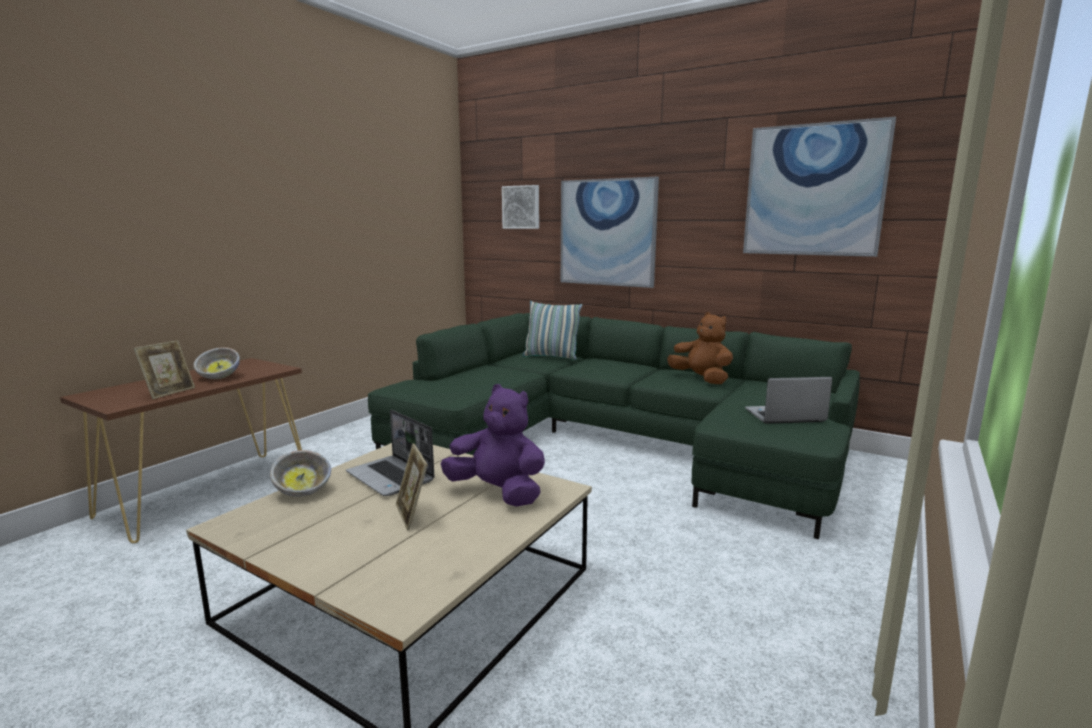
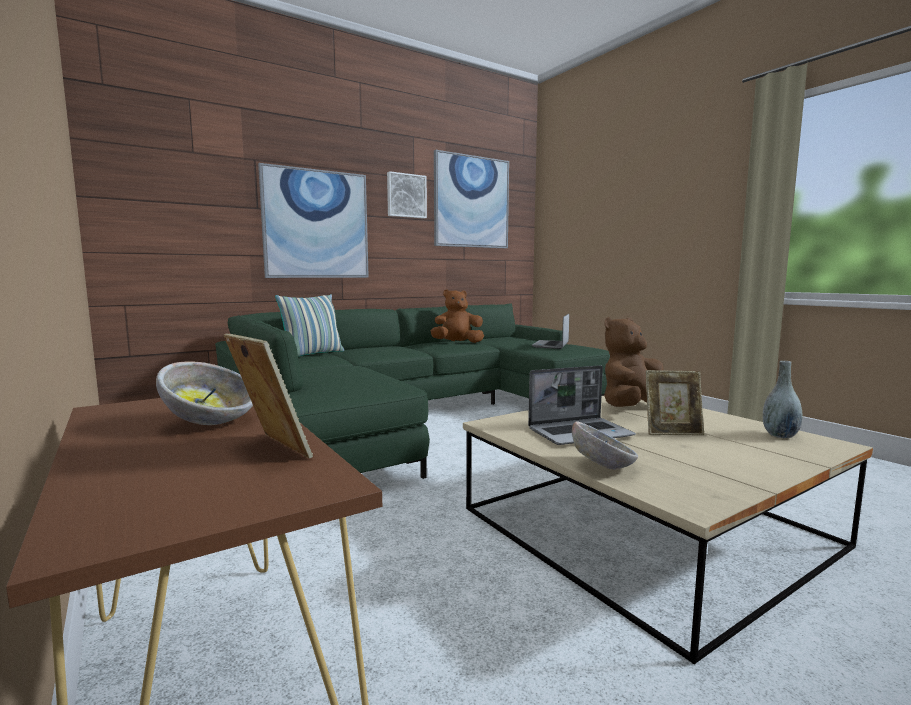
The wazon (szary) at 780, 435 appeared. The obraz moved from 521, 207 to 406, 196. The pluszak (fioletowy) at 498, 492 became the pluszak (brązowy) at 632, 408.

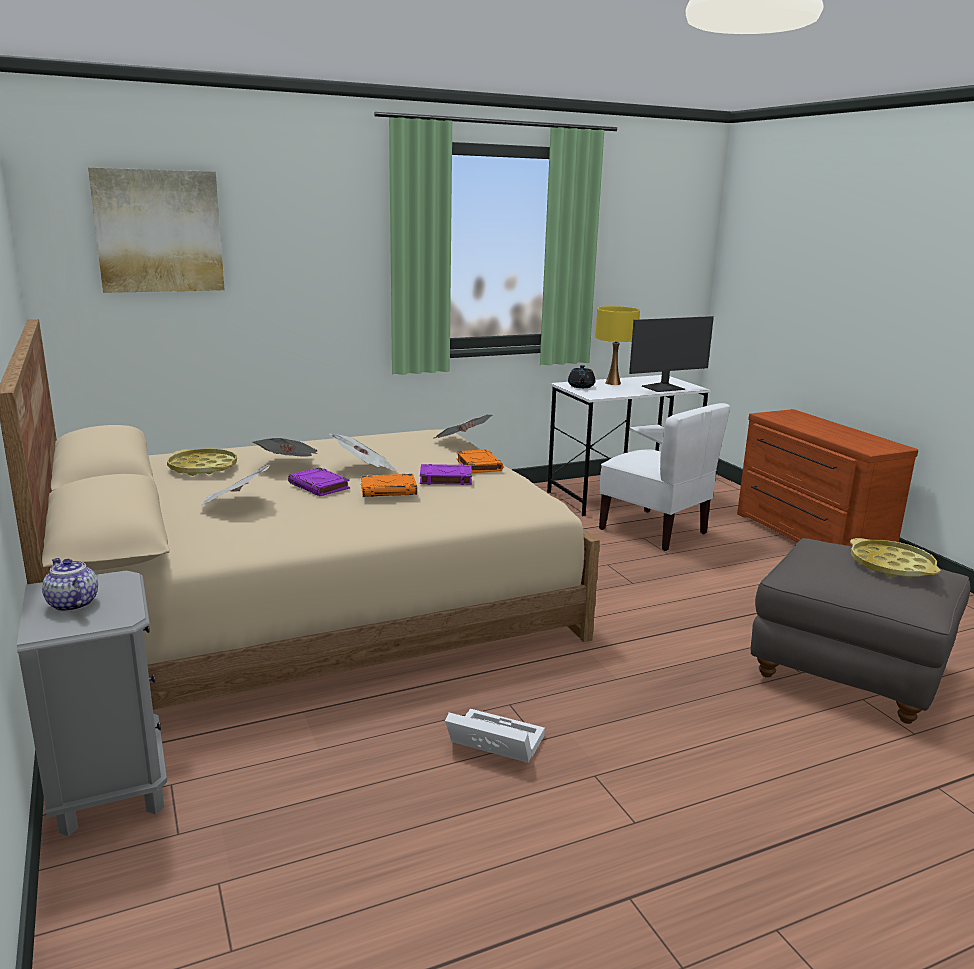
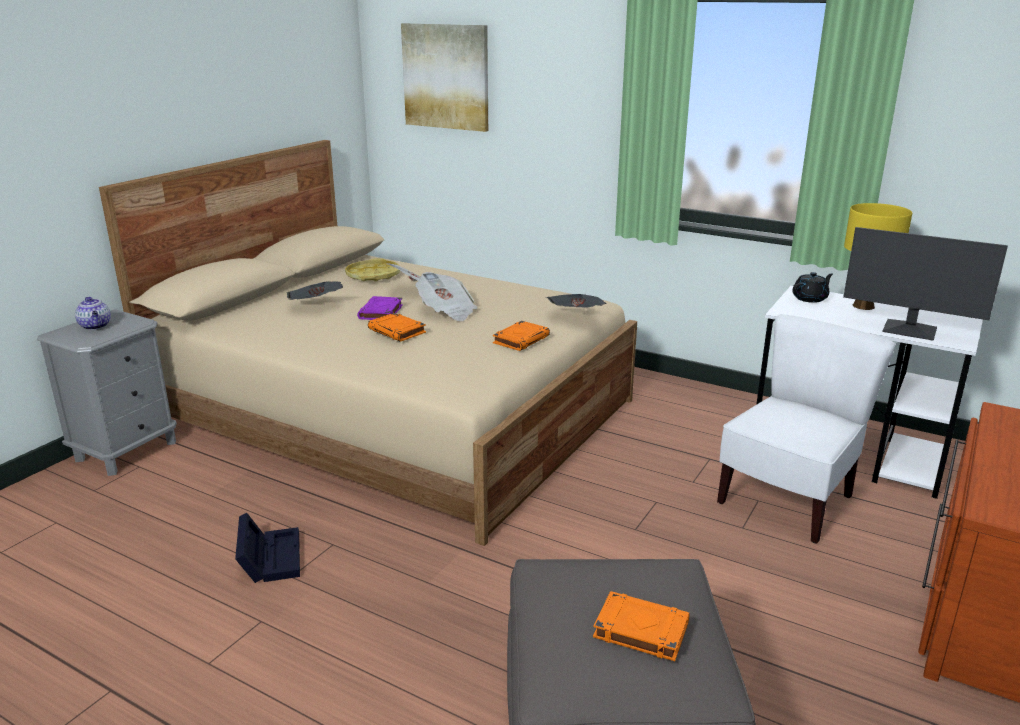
The książka (fioletowy) at 445, 479 disappeared. The taca (żółty) at 891, 566 was replaced by the książka (pomarańczowy) at 639, 630. The pojemnik do przechowywania (biały) at 492, 743 became the pojemnik do przechowywania (czarny) at 270, 557. The imbryk at 72, 604 turned 135 degrees clockwise. The krzesło (biały) at 654, 531 turned 150 degrees counterclockwise.

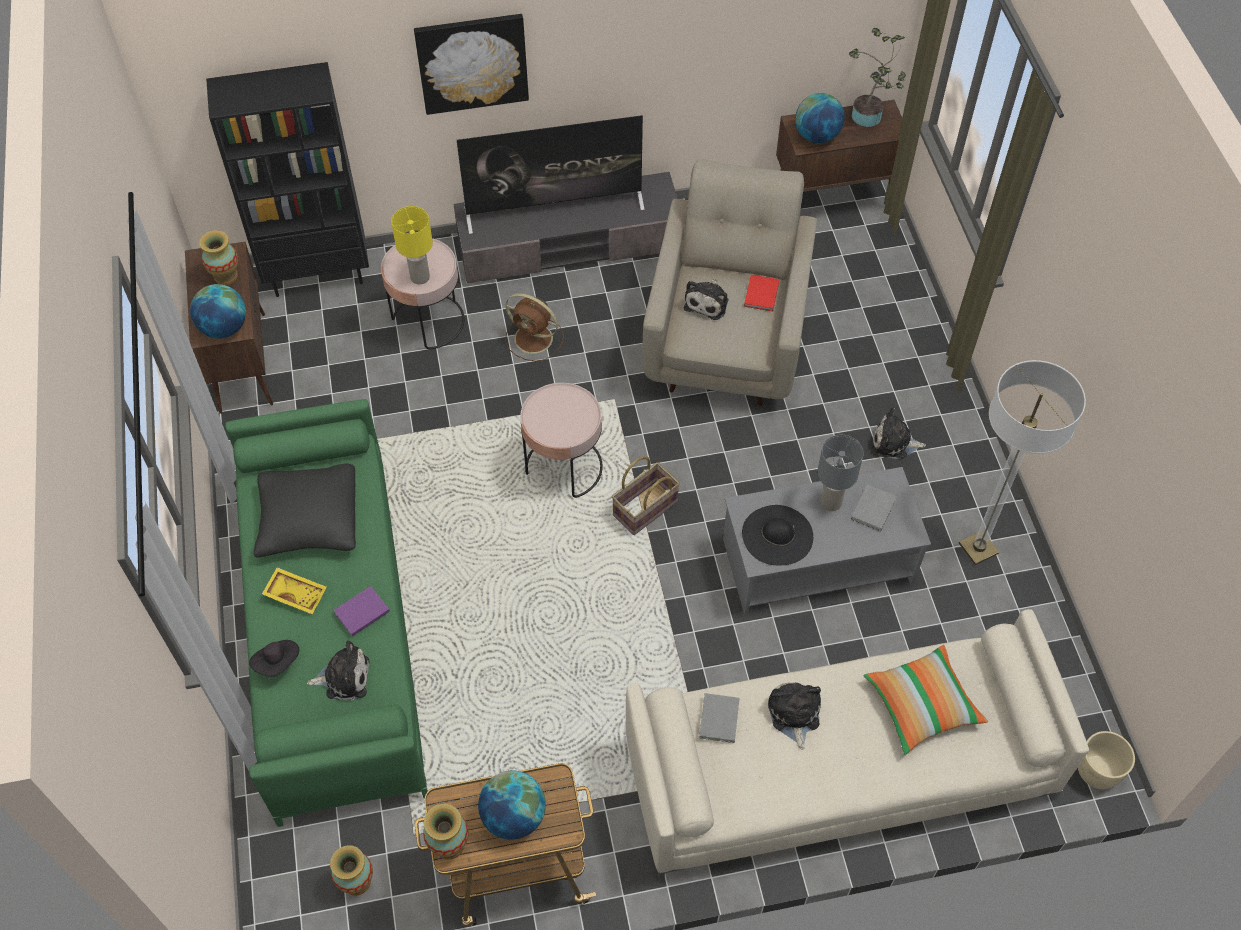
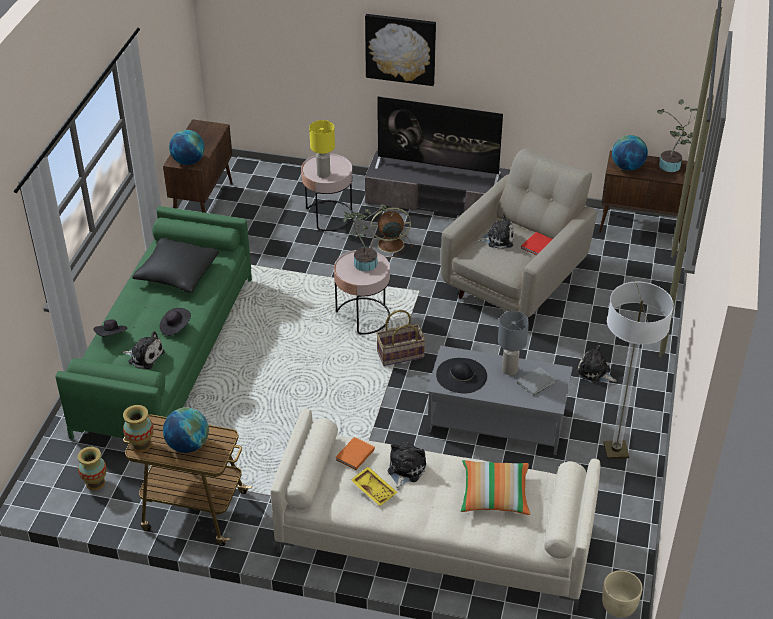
The wazon at 226, 276 disappeared. The regał (czarny) at 318, 273 disappeared. The roślina doniczkowa at 363, 262 appeared. The taca (żółty) moved from 296, 593 to 374, 489. The książka (fioletowy) at 360, 612 was replaced by the kapelusz (czarny) at 175, 327. The książka (szary) at 718, 720 became the książka (pomarańczowy) at 354, 455. The wentylator (brązowy) at 535, 339 turned 120 degrees clockwise. The pluszak at 707, 302 turned 135 degrees counterclockwise.

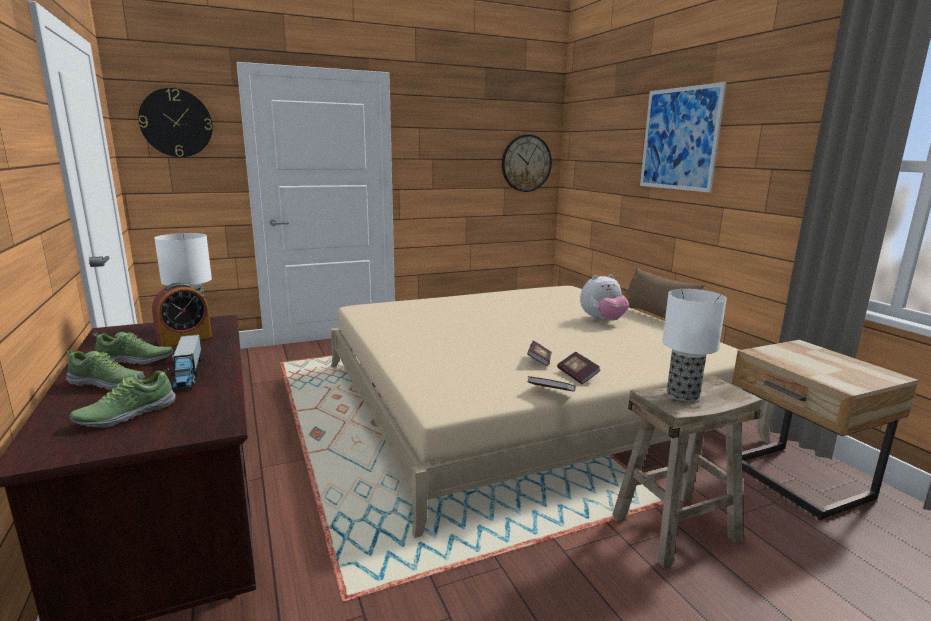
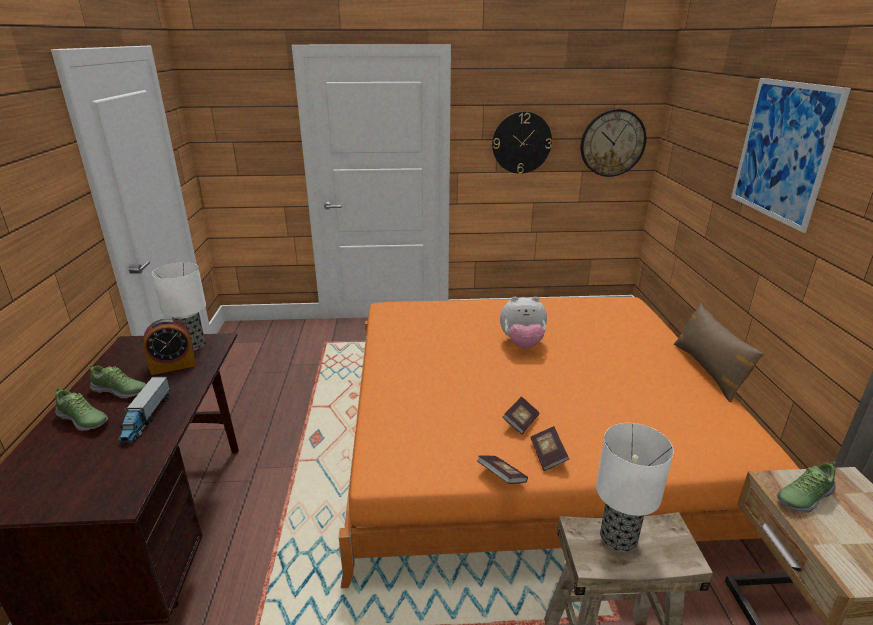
The but moved from 126, 414 to 803, 496. The zegar ścienny moved from 176, 123 to 521, 142. The pluszak moved from 602, 320 to 522, 344. The łóżko (beżowy) at 520, 399 became the łóżko (pomarańczowy) at 528, 433.

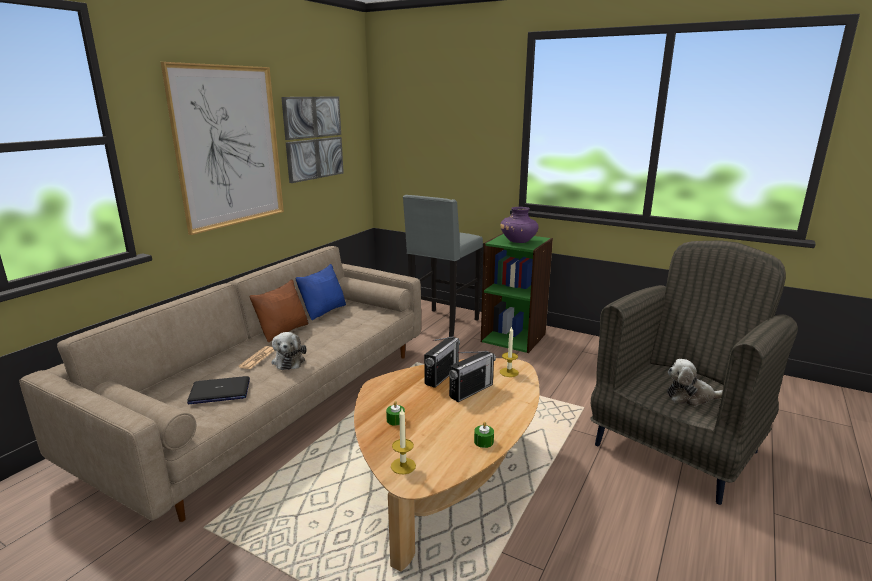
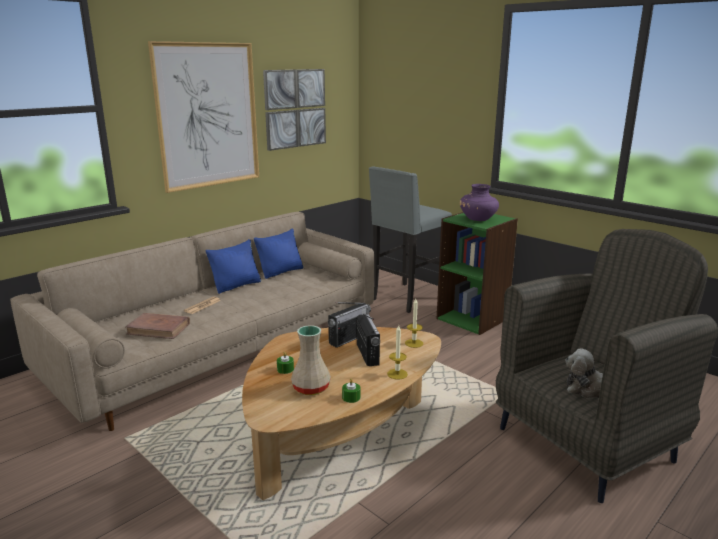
The pluszak at 289, 360 disappeared. The wazon (beżowy) at 312, 388 appeared. The świeca moved from 403, 466 to 397, 374. The laptop at 219, 392 was replaced by the książka (brązowy) at 159, 329. The poduszka (brązowy) at 283, 331 became the poduszka (niebieski) at 236, 285. The radio at 471, 391 turned 75 degrees counterclockwise.

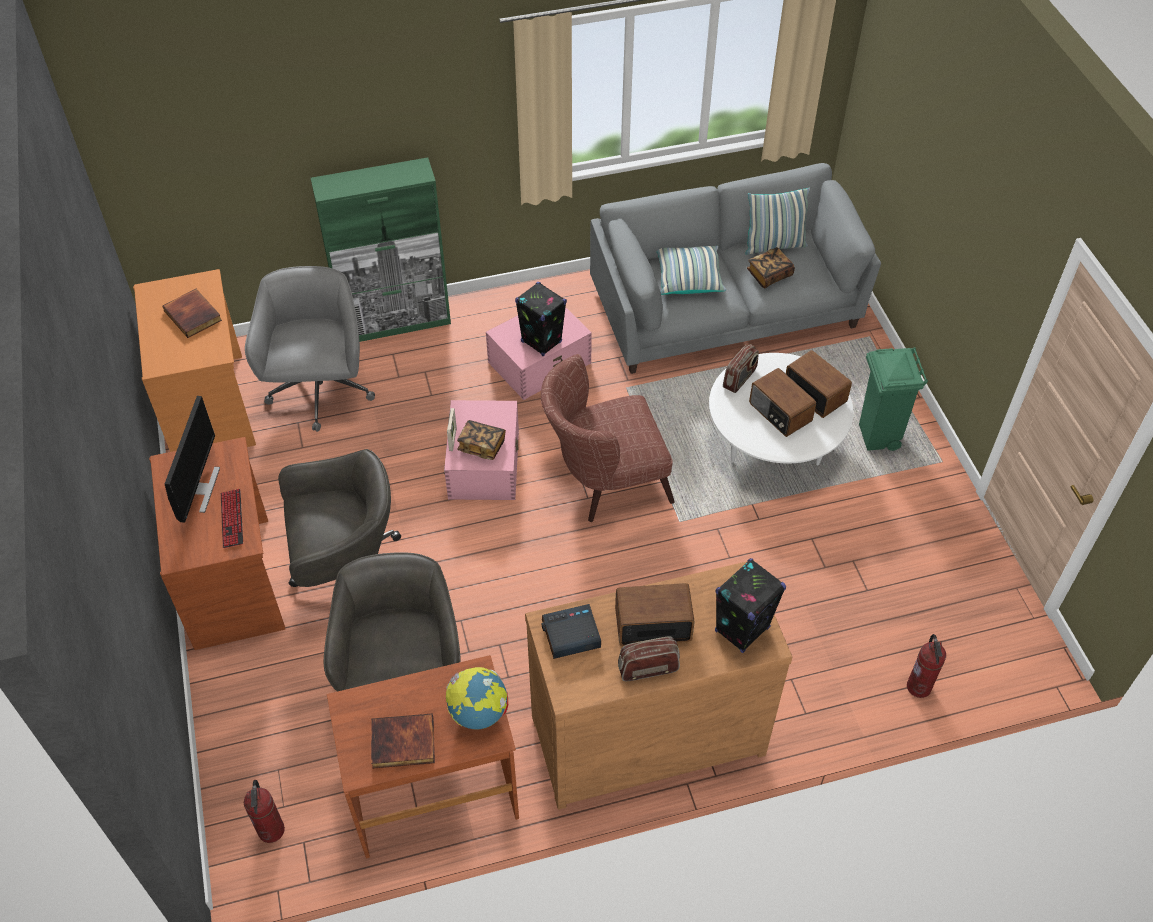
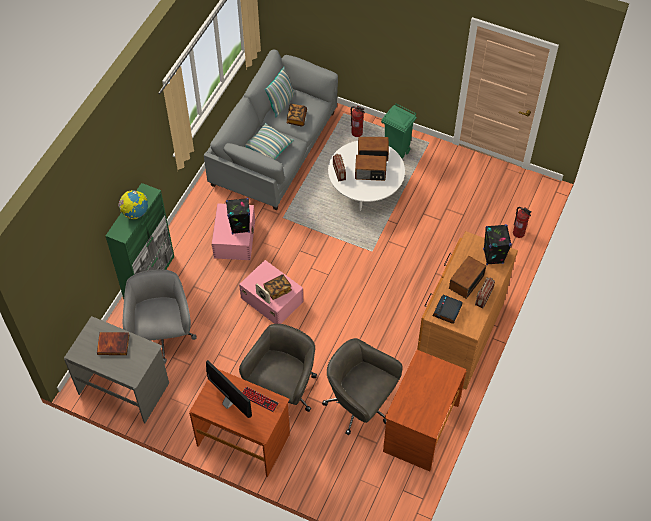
The książka at 402, 744 disappeared. The fotel (brązowy) at 603, 480 disappeared. The gaśnica moved from 272, 830 to 357, 132. The globus moved from 479, 712 to 135, 213. The biurko (pomarańczowy) at 210, 407 became the biurko (szary) at 124, 387. The krzesło biurowe (szary) at 320, 392 turned 45 degrees clockwise.

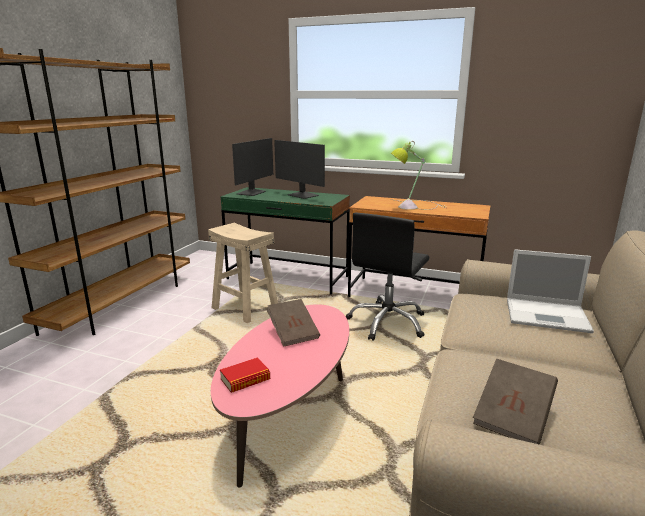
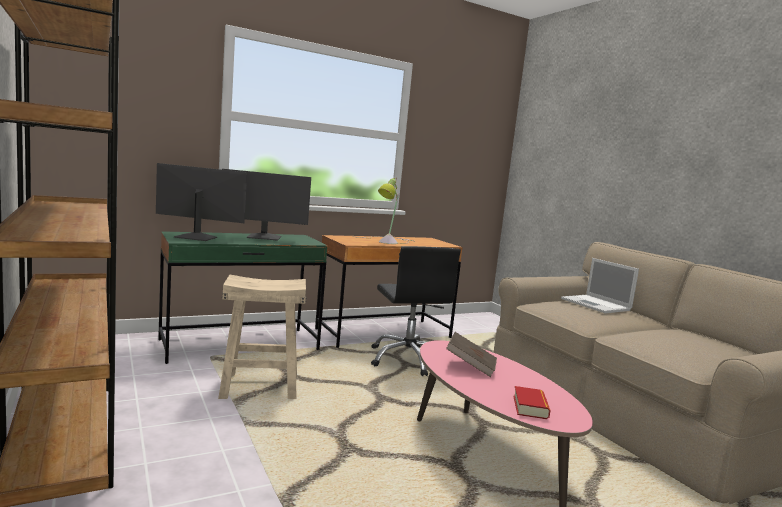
The książka (brązowy) at 513, 418 disappeared. The monitor at 252, 193 turned 60 degrees counterclockwise. The laptop at 548, 315 turned 90 degrees clockwise.

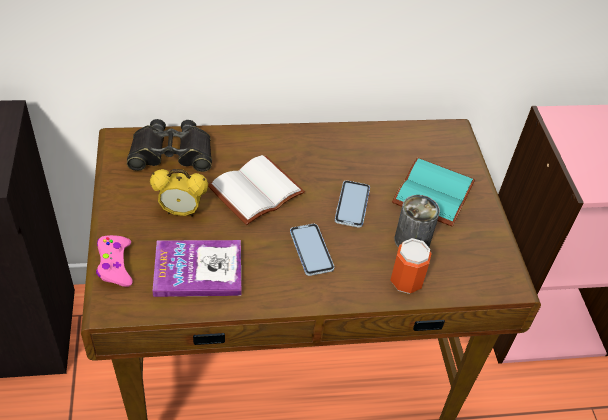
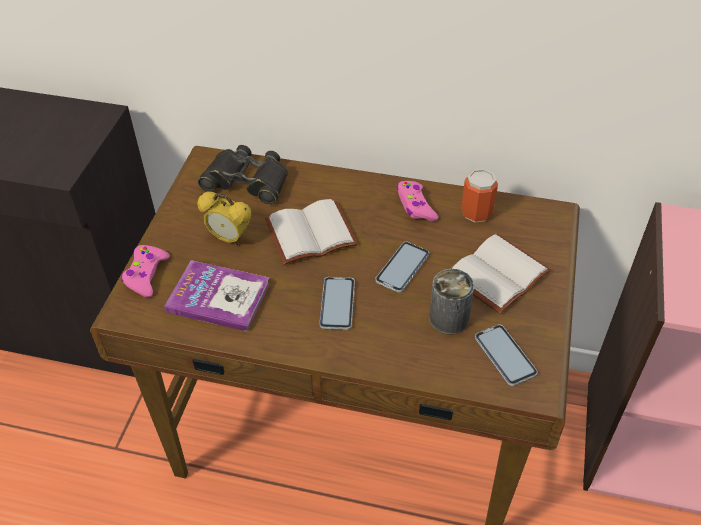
The pad do gier (różowy) at 415, 206 appeared. The telefon at 505, 356 appeared. The puszka moved from 406, 281 to 476, 213. The książka (turkusowy) at 431, 191 became the książka (biały) at 496, 272.

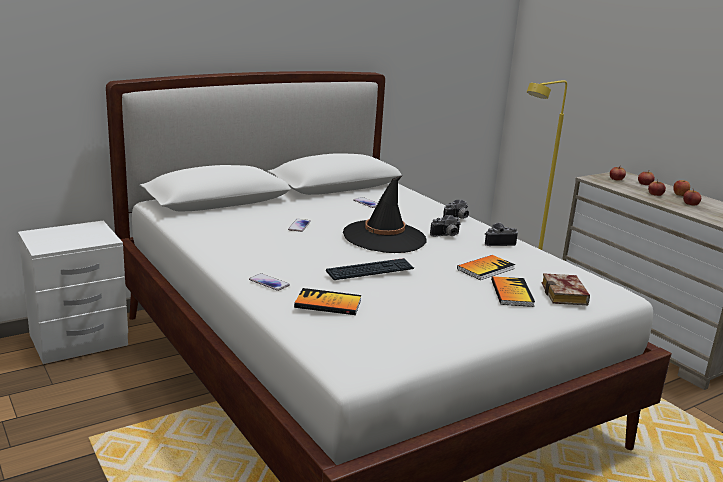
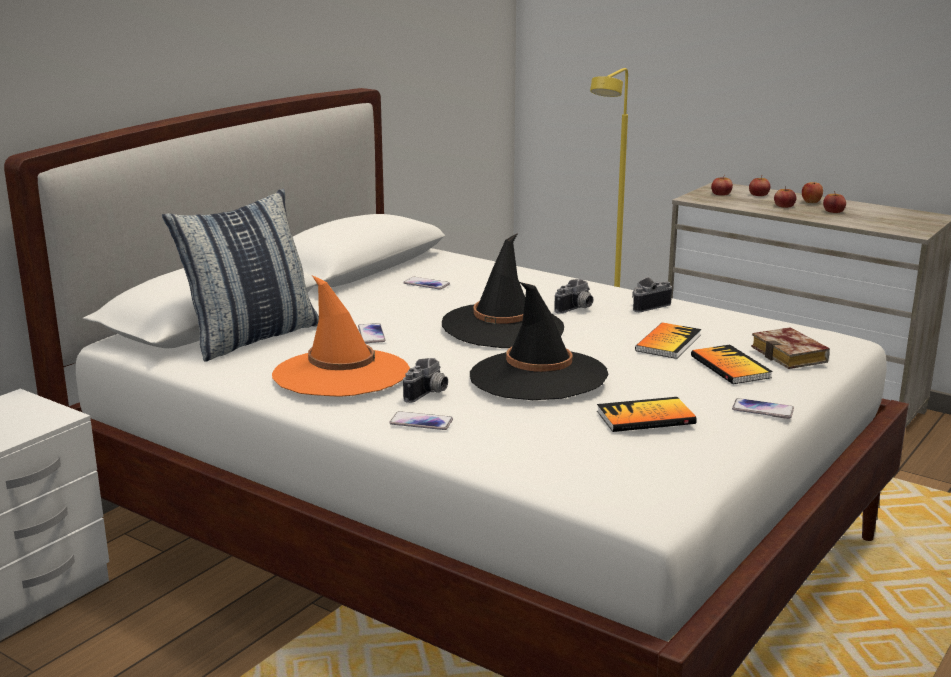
The poduszka at 251, 337 appeared. The kapelusz (pomarańczowy) at 341, 374 appeared. The telefon at 762, 410 appeared. The książka moved from 328, 304 to 645, 417. The aparat fotograficzny moved from 457, 219 to 428, 394. The klawiatura at 370, 271 was replaced by the kapelusz (czarny) at 538, 376.

